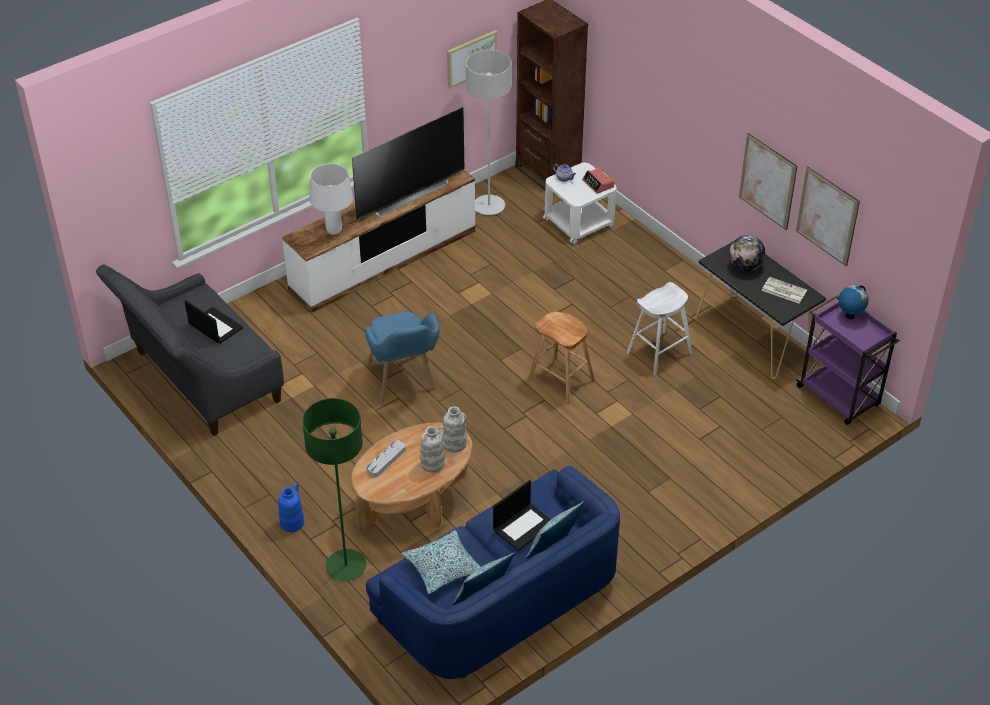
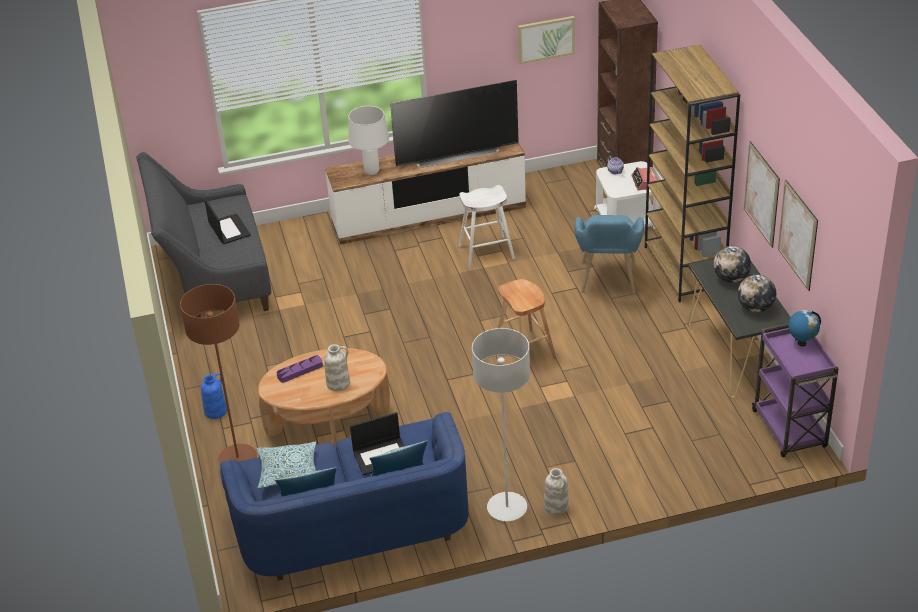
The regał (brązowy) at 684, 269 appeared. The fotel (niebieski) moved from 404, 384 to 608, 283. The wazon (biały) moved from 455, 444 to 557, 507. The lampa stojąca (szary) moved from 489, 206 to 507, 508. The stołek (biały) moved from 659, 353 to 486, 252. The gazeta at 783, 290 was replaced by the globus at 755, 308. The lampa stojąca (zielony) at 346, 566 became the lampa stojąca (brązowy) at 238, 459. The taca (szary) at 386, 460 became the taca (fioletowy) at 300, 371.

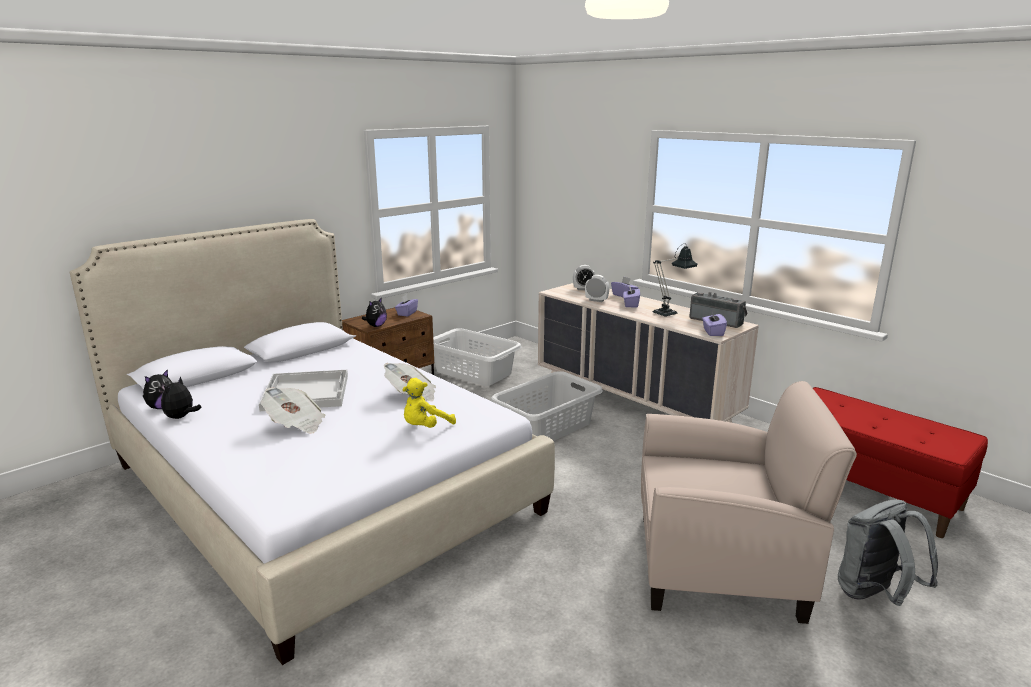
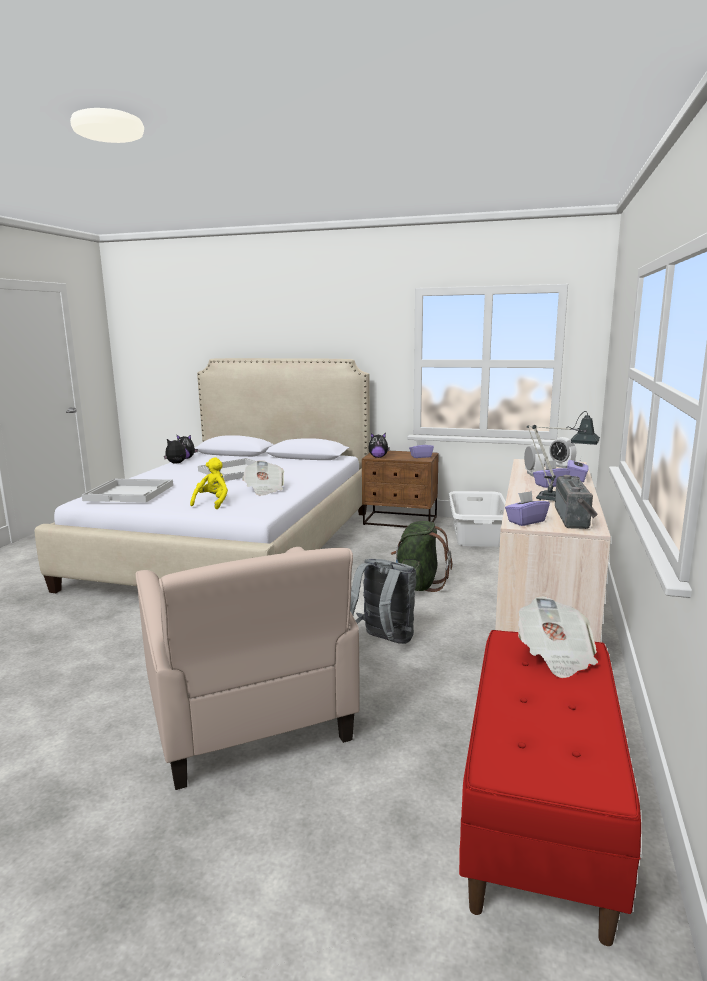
The taca (biały) at 130, 492 appeared. The gazeta moved from 296, 424 to 555, 656. The plecak (szary) moved from 874, 595 to 384, 641. The kosz na pranie (szary) at 547, 427 was replaced by the plecak (zielony) at 418, 585. The pluszak (żółty) at 425, 427 turned 90 degrees clockwise.

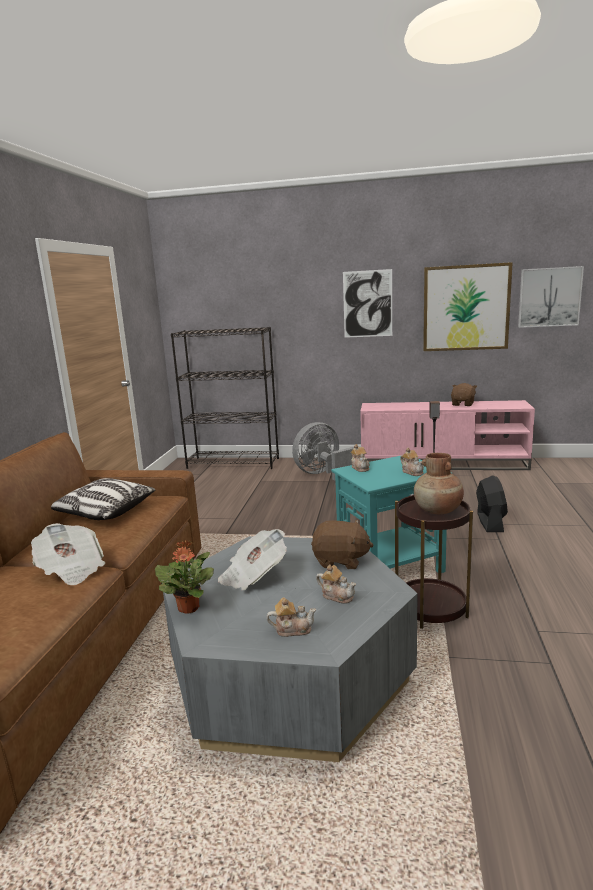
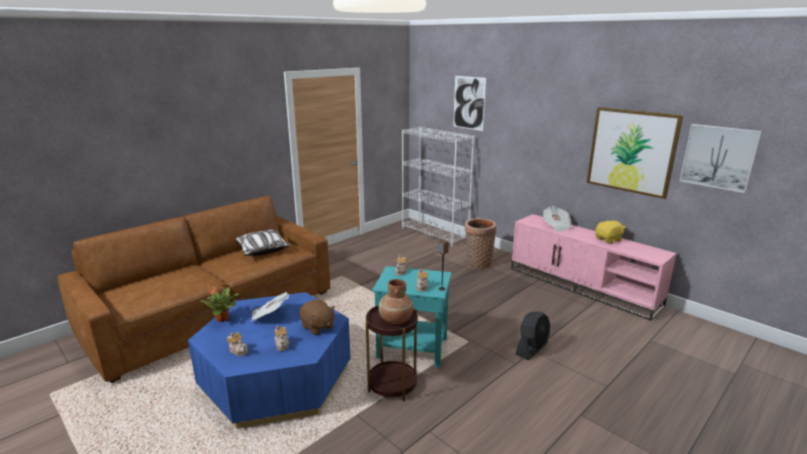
The gazeta moved from 71, 570 to 556, 226. The obraz moved from 367, 304 to 469, 103. The wentylator (szary) at 323, 474 was replaced by the koszyk at 478, 263. The ława (szary) at 290, 673 became the ława (niebieski) at 277, 379. The regał (czarny) at 234, 463 became the regał (biały) at 435, 233. The pluszak (brązowy) at 463, 404 became the pluszak (żółty) at 608, 240.

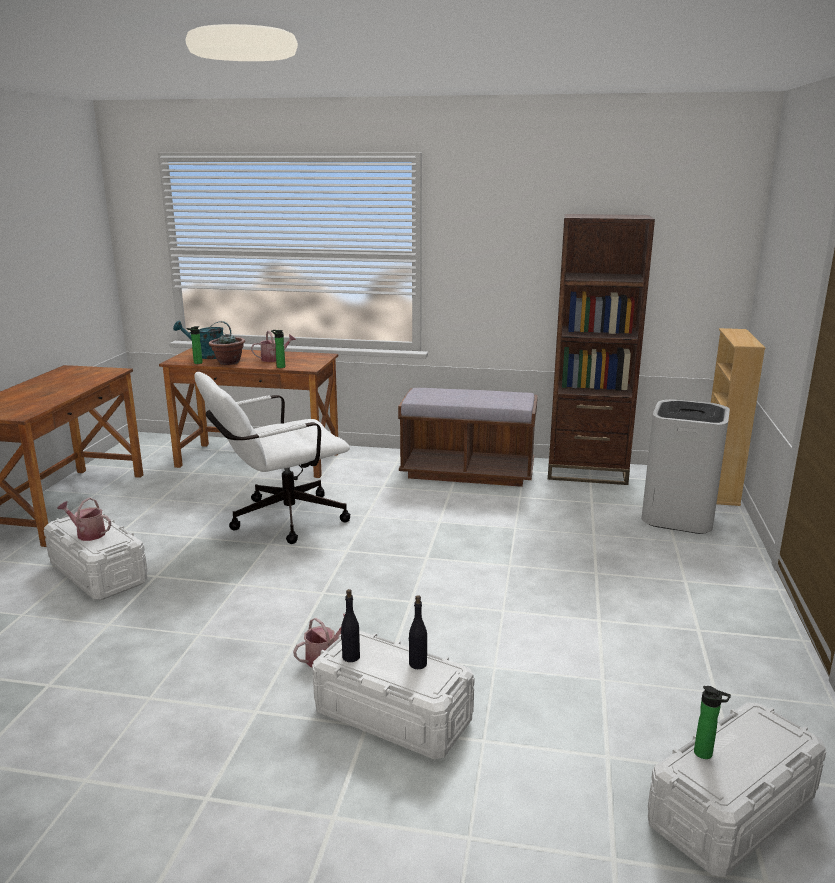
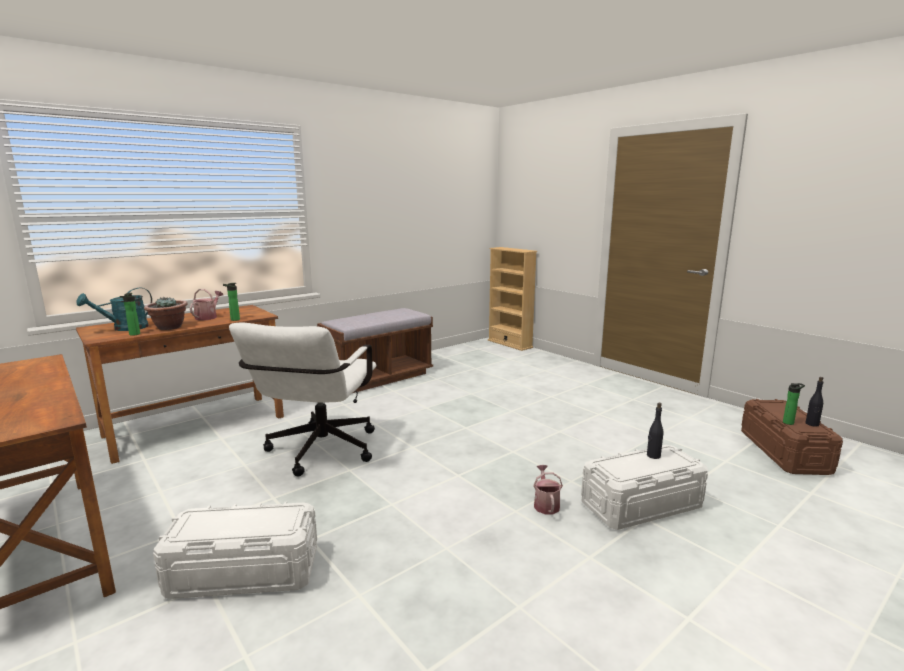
The konewka at 88, 534 disappeared. The regał (brązowy) at 587, 472 disappeared. The kosz na śmieci (biały) at 678, 516 disappeared. The butelka (czarny) moved from 350, 657 to 812, 424. The pojemnik do przechowywania (biały) at 732, 810 became the pojemnik do przechowywania (brązowy) at 784, 452.

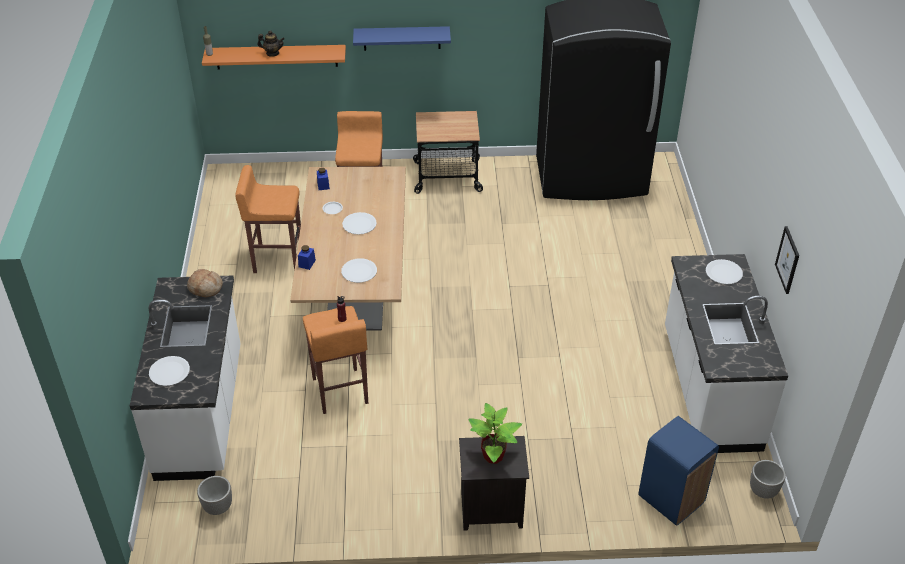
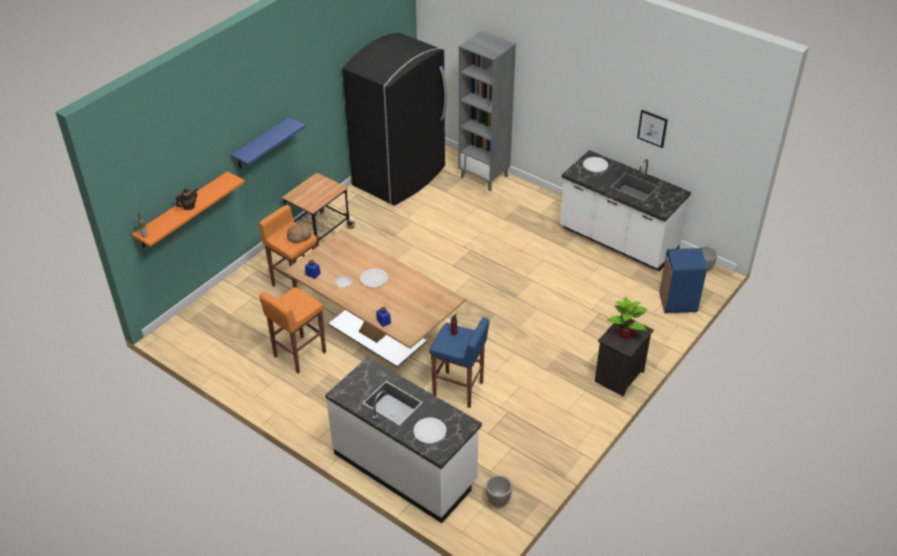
The talerz (biały) at 359, 271 disappeared. The regał (szary) at 484, 176 appeared. The chleb moved from 205, 288 to 299, 236. The stołek (pomarańczowy) at 339, 391 became the stołek (niebieski) at 458, 390.

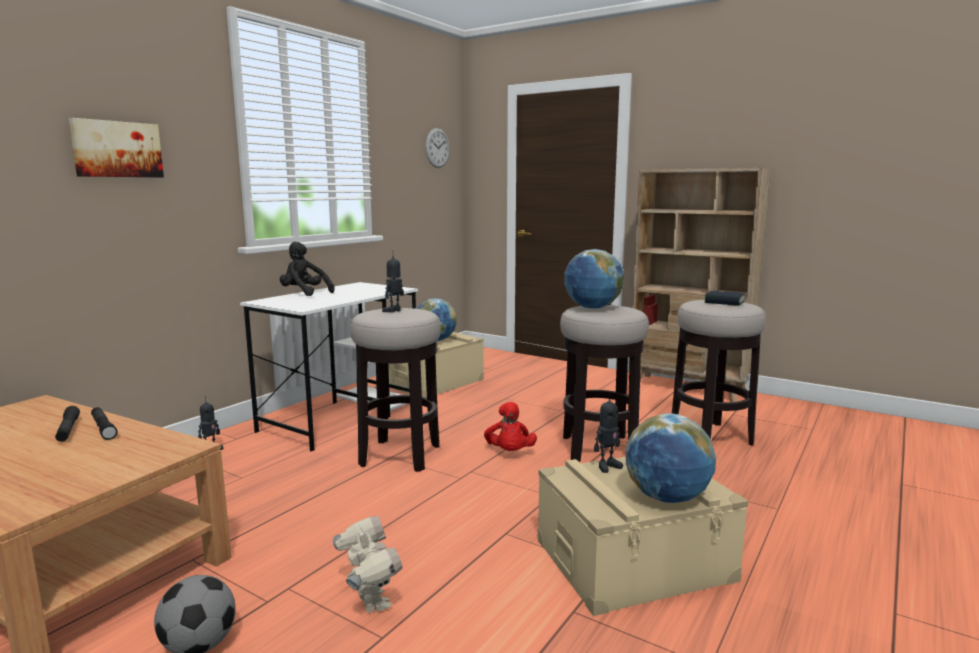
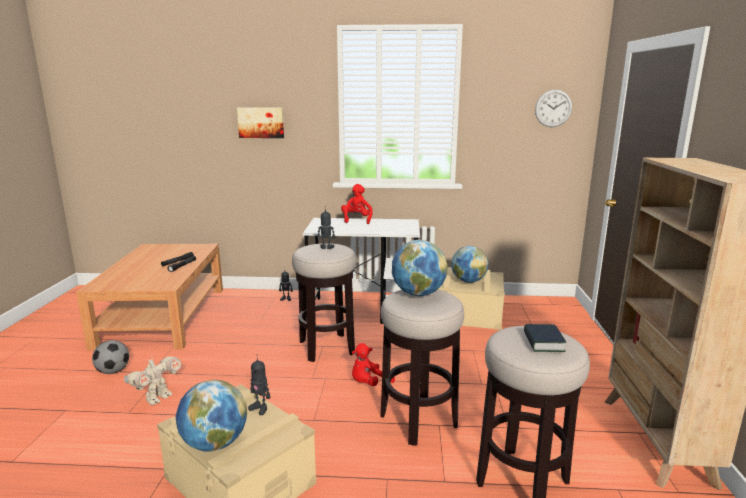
The pluszak (czarny) at 304, 293 became the pluszak (czerwony) at 357, 220.

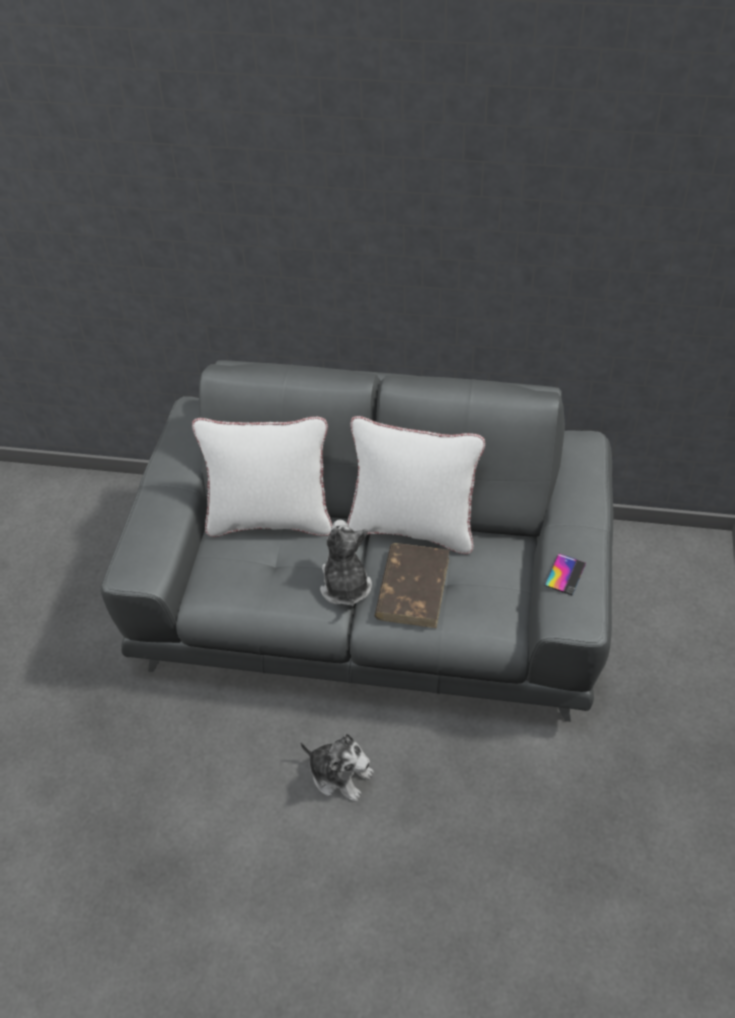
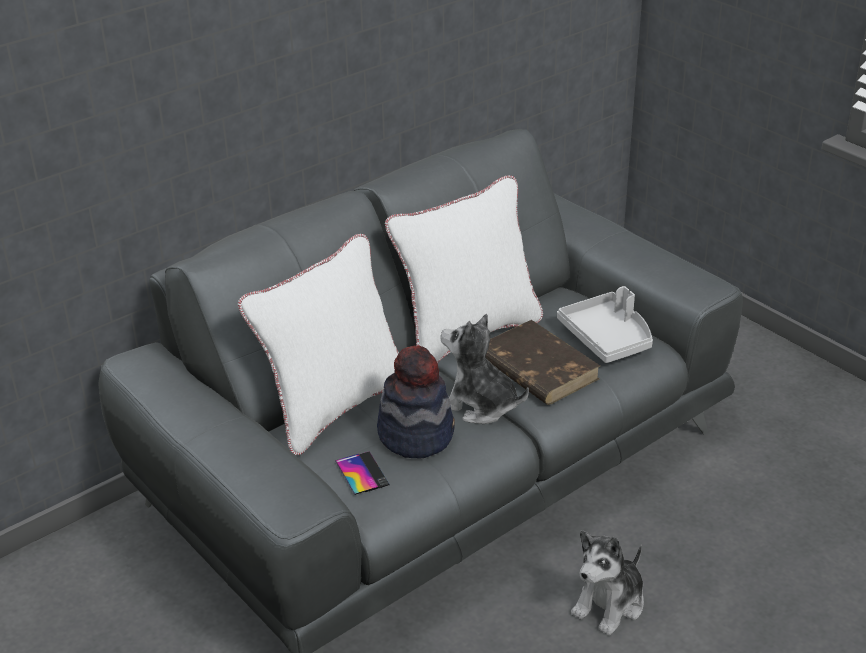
The kapelusz at 416, 434 appeared. The taca (szary) at 607, 338 appeared. The telefon moved from 565, 574 to 362, 473. The pluszak at 340, 774 turned 150 degrees clockwise.

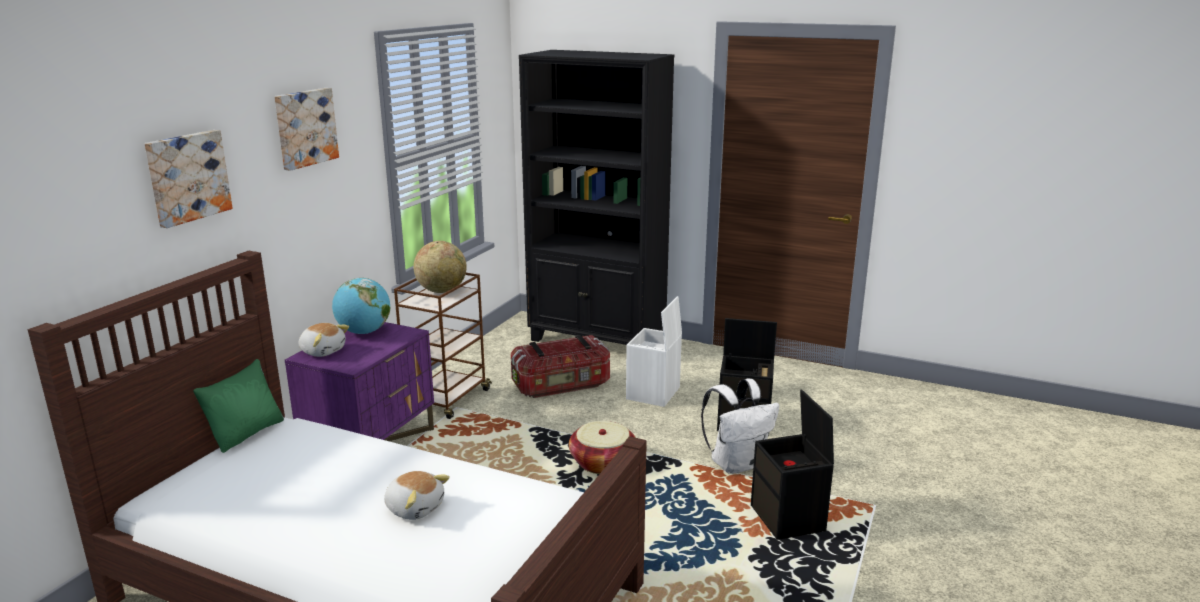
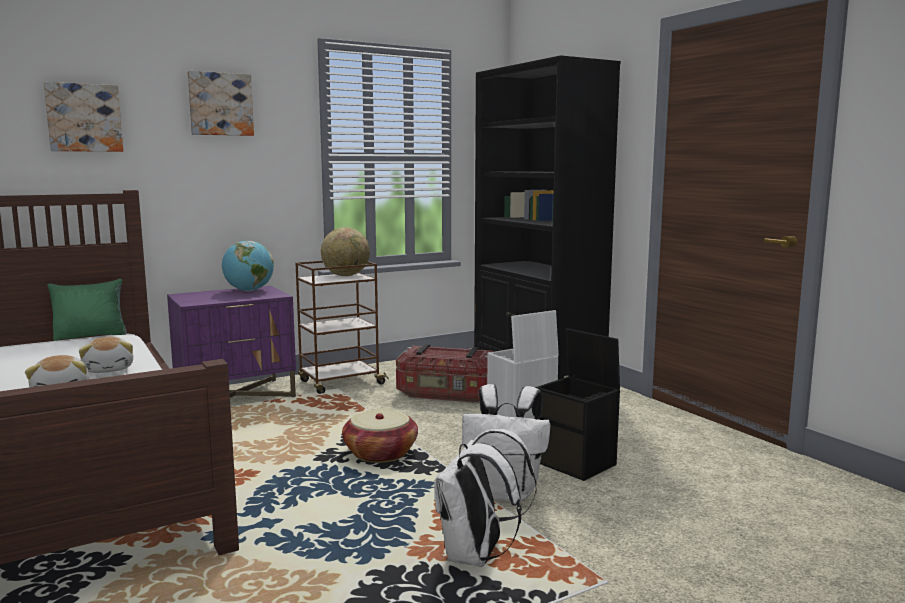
The pluszak moved from 323, 351 to 109, 369. The pojemnik do przechowywania (czarny) at 789, 519 was replaced by the plecak (biały) at 477, 556.

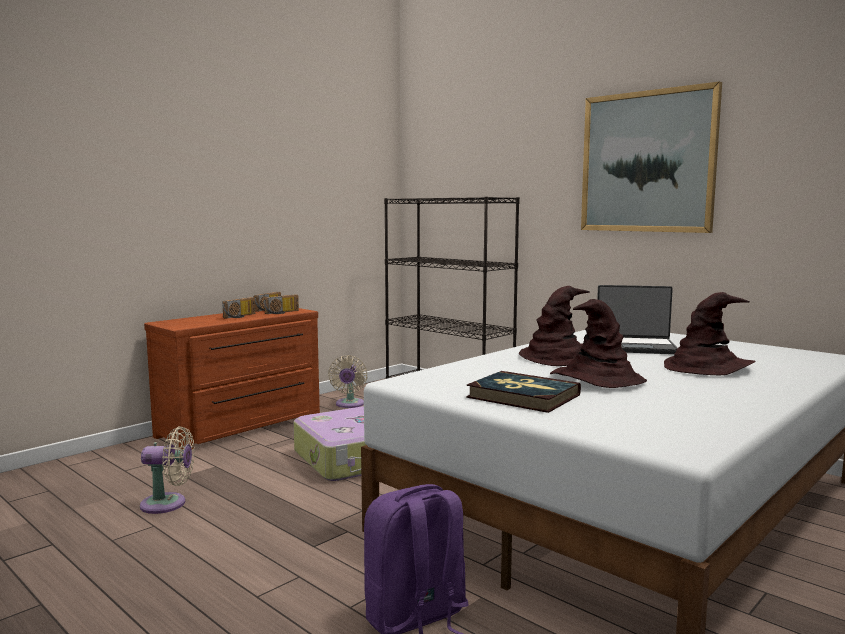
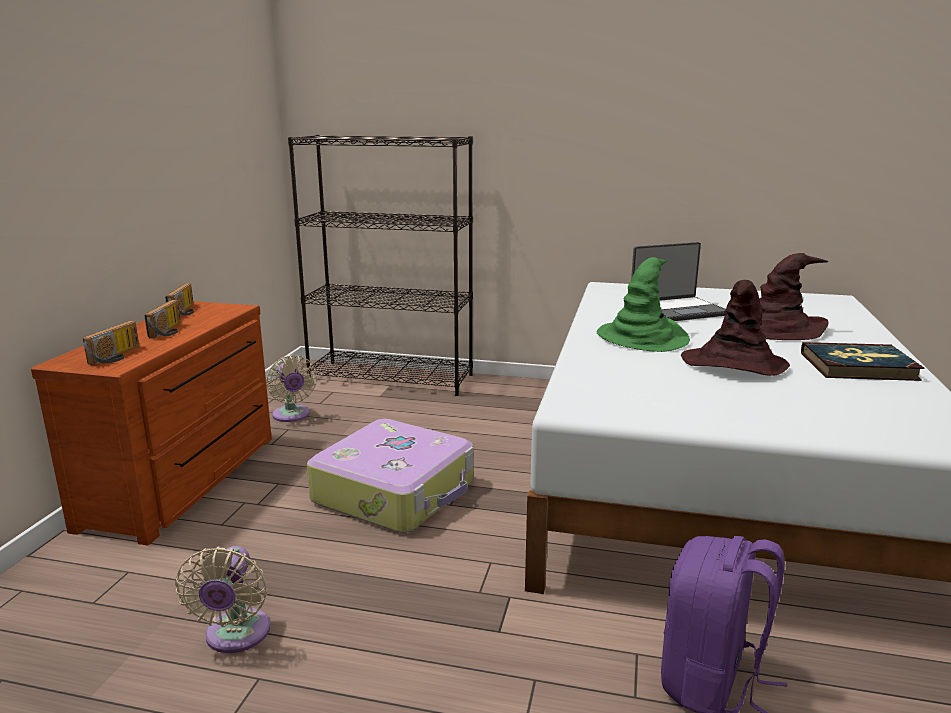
The obraz at 647, 162 disappeared. The radio moved from 282, 312 to 117, 356. The książka moved from 523, 396 to 858, 366. The kapelusz (brązowy) at 558, 357 became the kapelusz (zielony) at 643, 337. The wentylator (beżowy) at 168, 504 turned 120 degrees clockwise.

